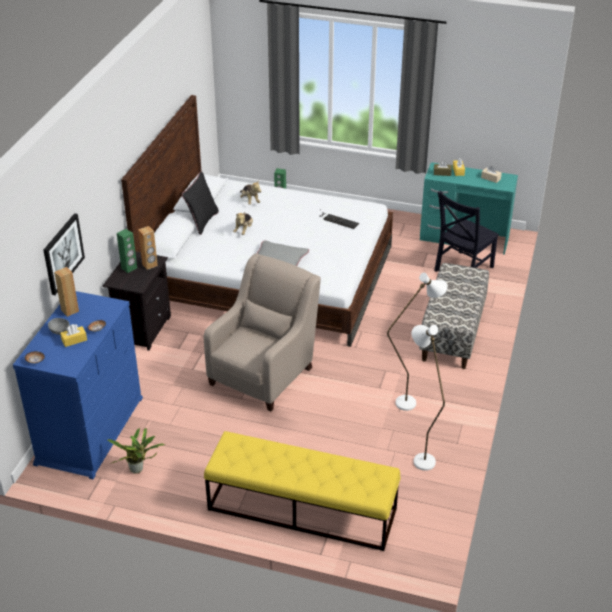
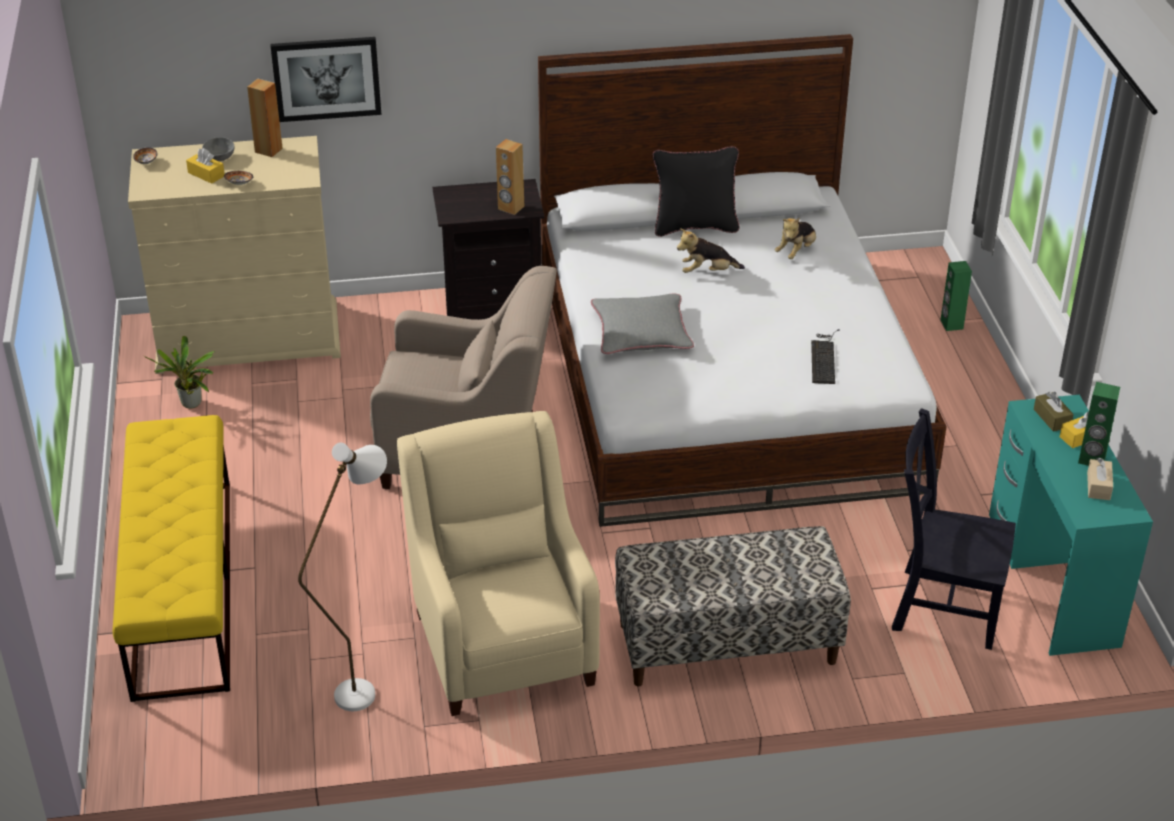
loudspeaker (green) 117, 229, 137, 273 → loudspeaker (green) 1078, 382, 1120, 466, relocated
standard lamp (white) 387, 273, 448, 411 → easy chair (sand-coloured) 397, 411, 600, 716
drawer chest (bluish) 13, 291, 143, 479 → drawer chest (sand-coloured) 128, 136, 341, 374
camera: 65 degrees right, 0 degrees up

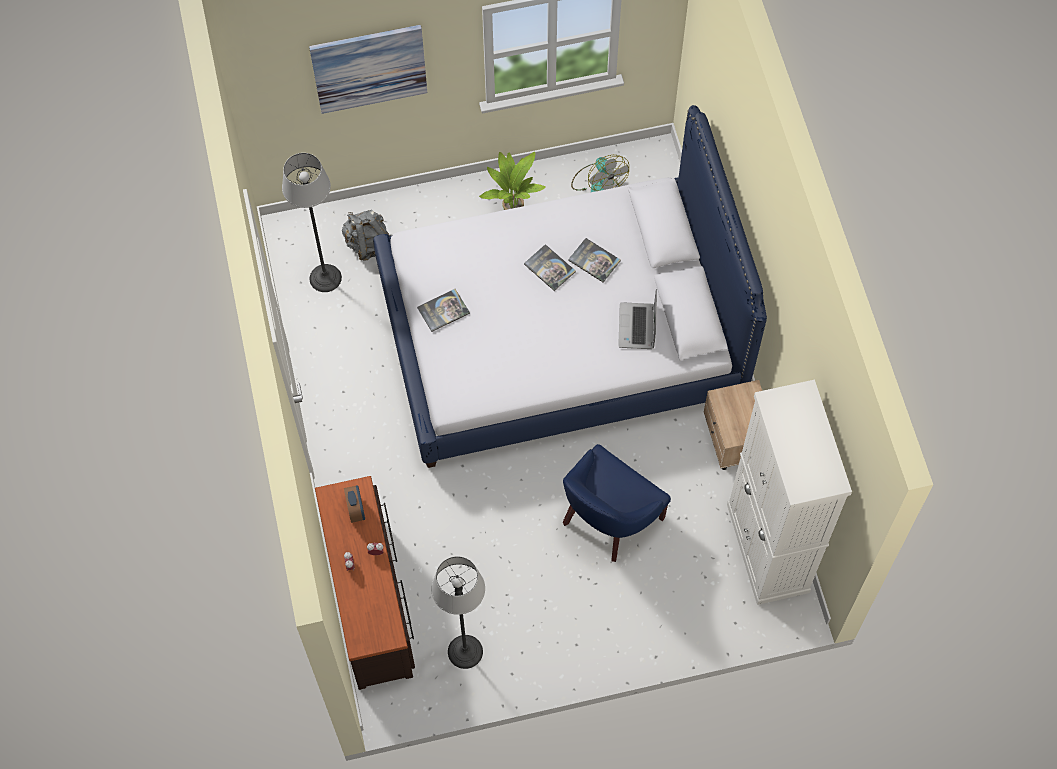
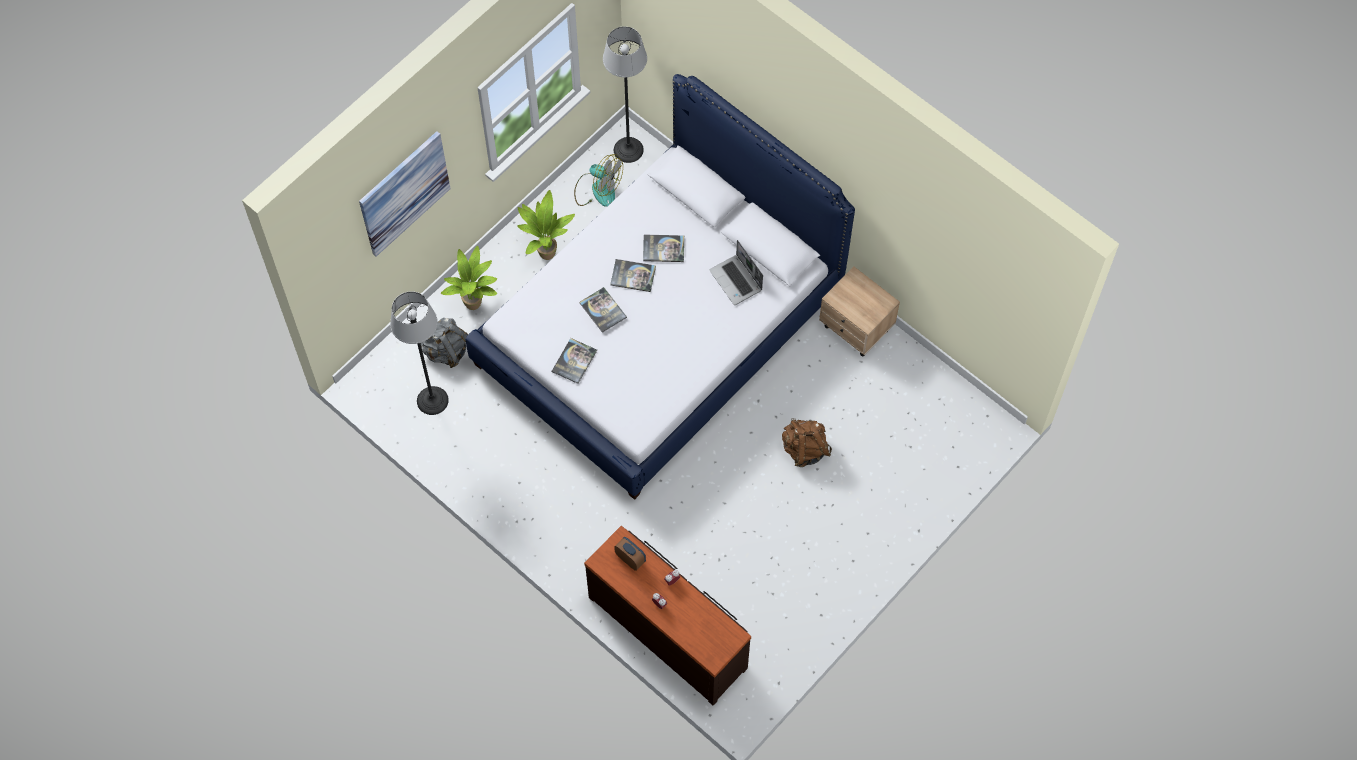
storage cabinet (white) 727, 380, 852, 605 → -
- → potted plant 441, 246, 497, 310
- → book 580, 287, 627, 333
standard lamp 431, 556, 485, 669 → standard lamp 603, 26, 647, 163, relocated
easy chair (bluish) 563, 444, 671, 562 → knapsack (brown) 782, 418, 832, 467
camera: 35 degrees left, 0 degrees up

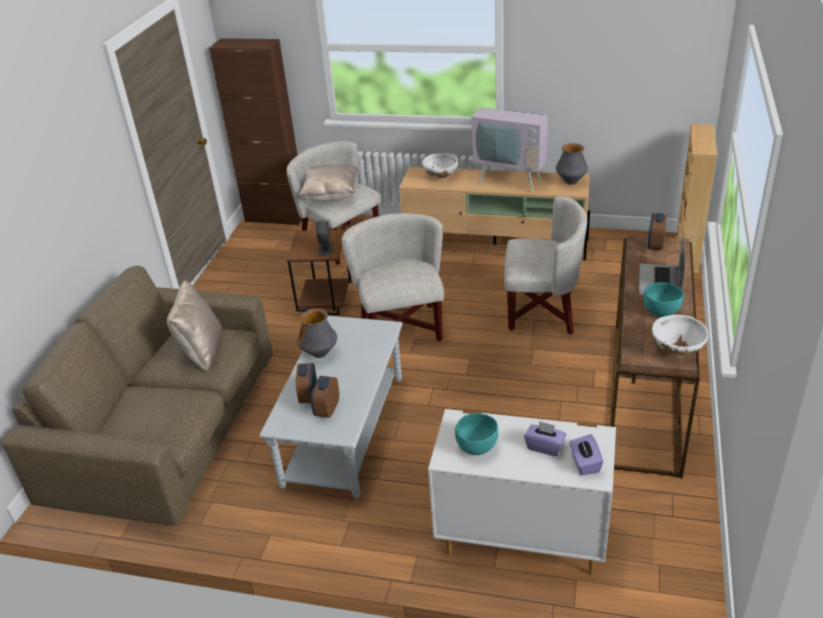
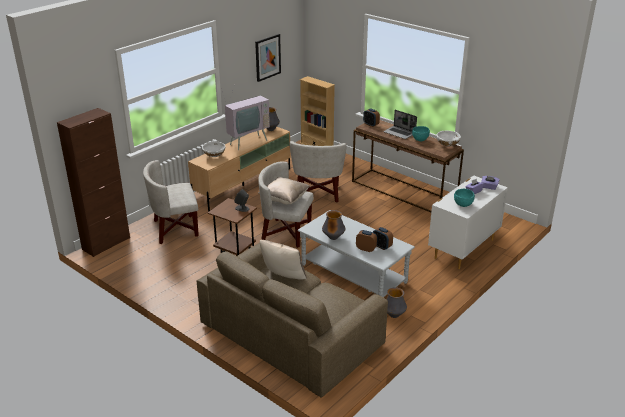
- → picture 255, 34, 281, 82
- → flower vase 386, 287, 407, 318
pillow (sand-coloured) 299, 165, 358, 201 → pillow (sand-coloured) 258, 177, 310, 205, relocated
easy chair (white) 504, 196, 587, 335 → easy chair (white) 290, 141, 347, 203, 150 degrees clockwise
camera: 65 degrees left, 5 degrees down

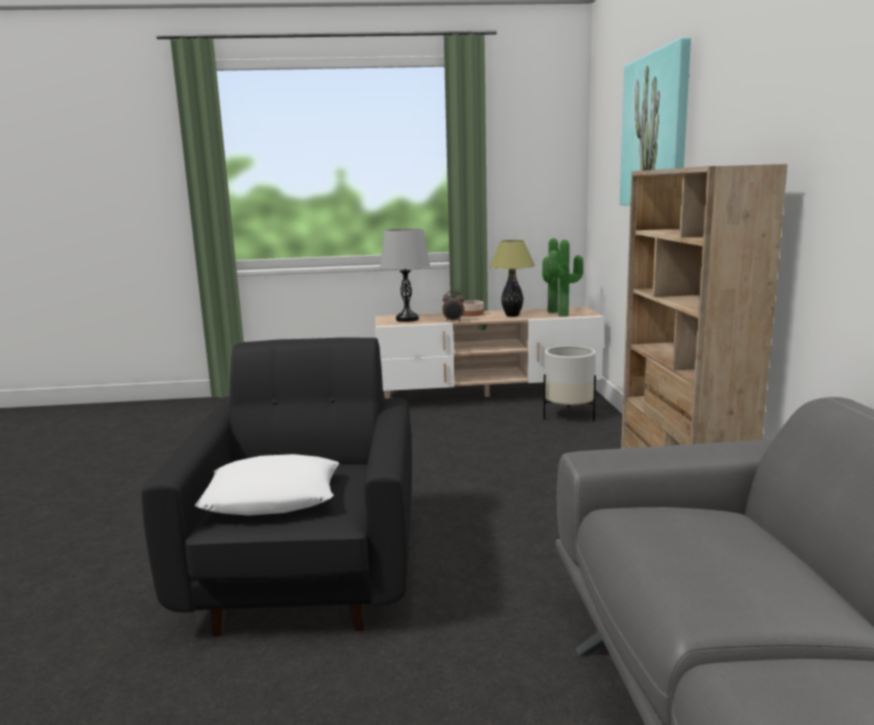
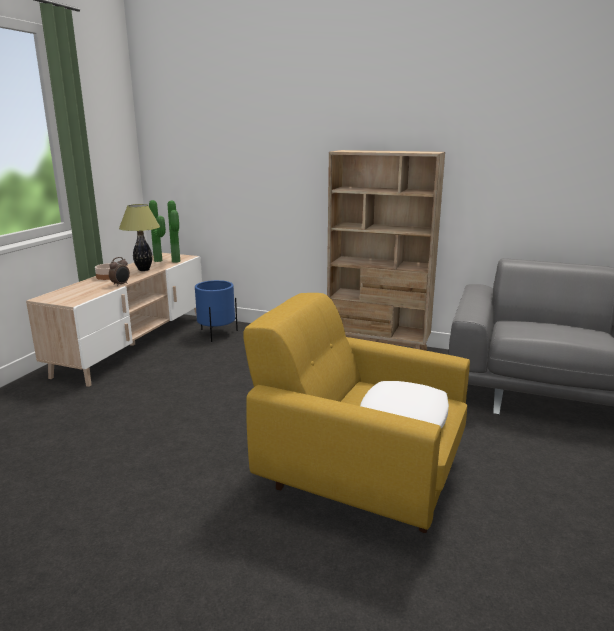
tabletop lamp (gray) 380, 228, 430, 322 → -
picture 620, 37, 691, 206 → -
easy chair (blackish) 142, 337, 412, 636 → easy chair (yellow) 243, 293, 470, 533
planter (white) 544, 346, 596, 421 → planter (bluish) 195, 280, 238, 342
camera: 65 degrees left, 5 degrees up

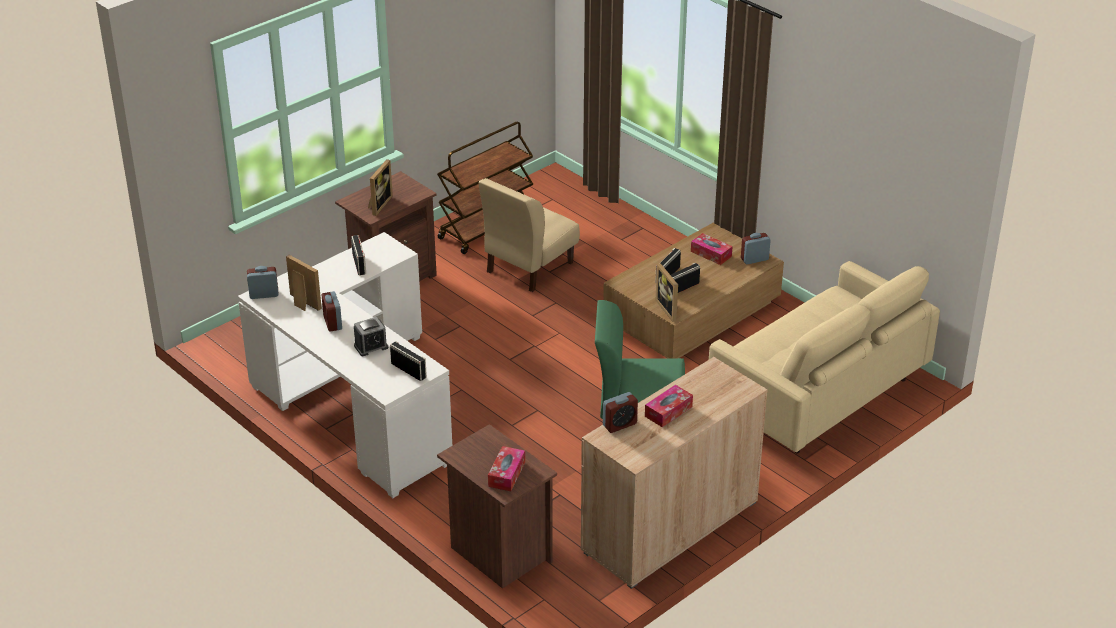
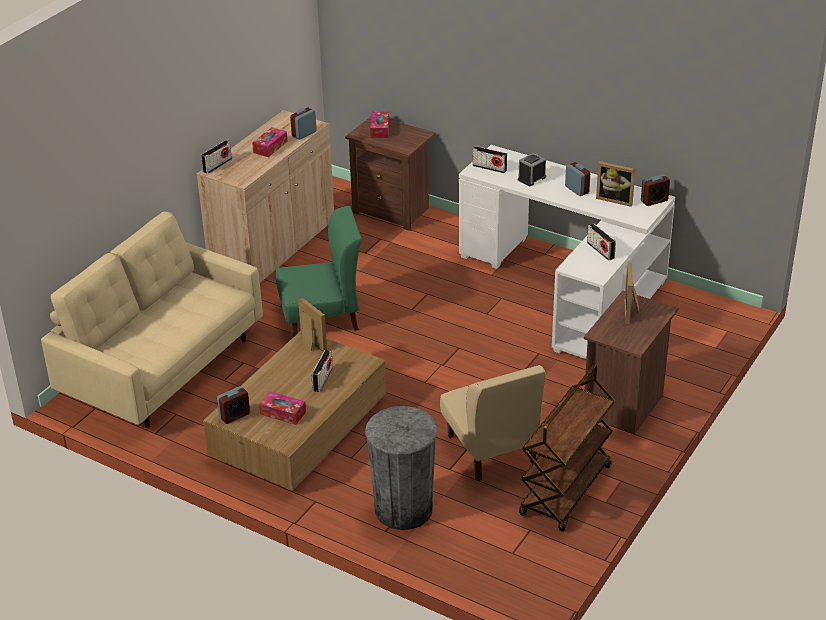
- → trash can (gray) 365, 406, 438, 530
radio 671, 263, 700, 293 → radio 201, 140, 232, 174, relocated
plain chair (sand-coloured) 479, 178, 580, 292 → plain chair (sand-coloured) 440, 365, 546, 481, 135 degrees clockwise
camera: 165 degrees right, 0 degrees up

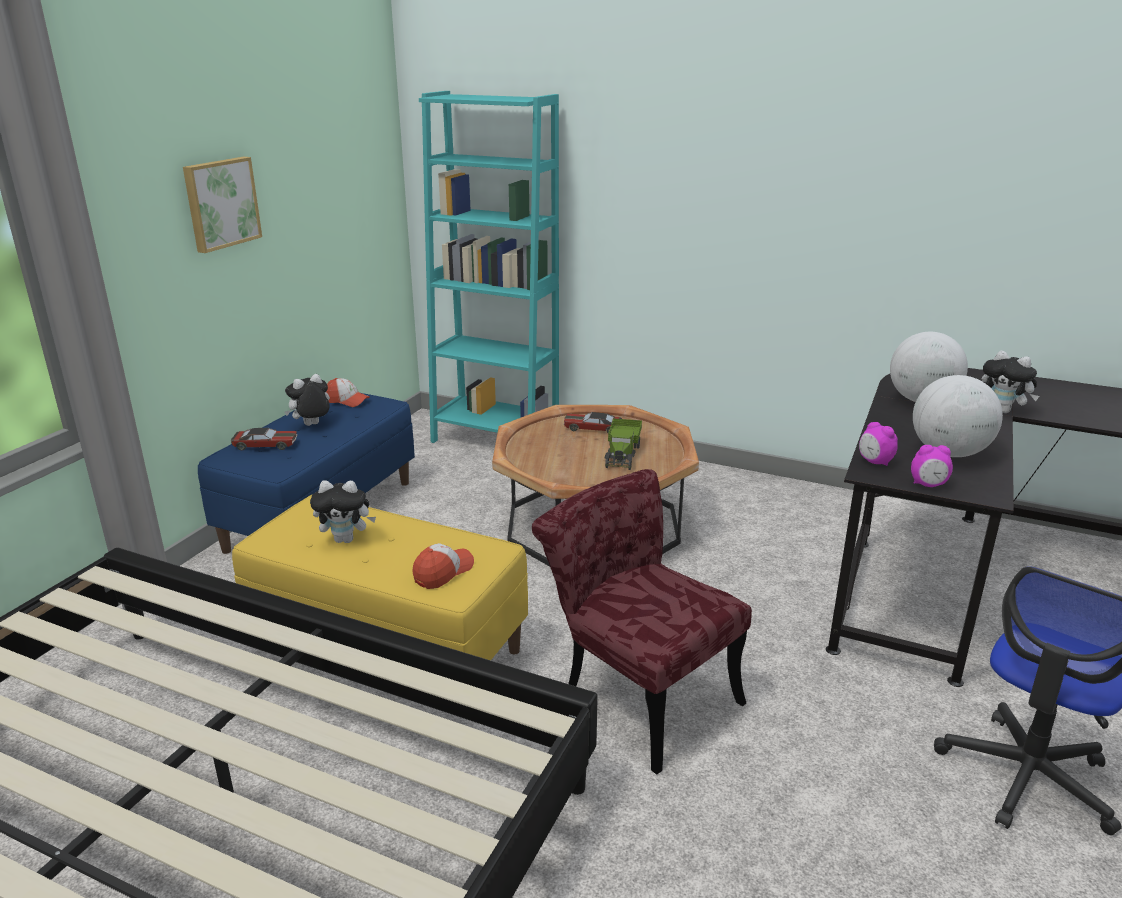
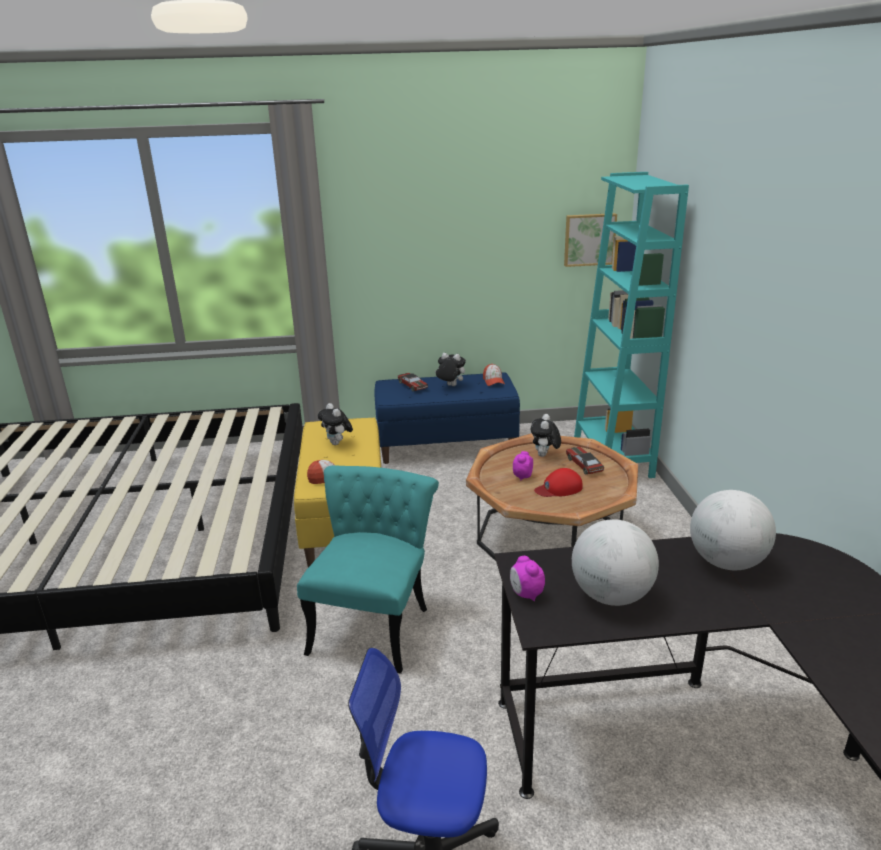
picture 183, 157, 262, 253 → picture 564, 213, 617, 267, relocated
alarm clock 859, 422, 898, 466 → alarm clock 513, 451, 533, 480, relocated
plush toy 981, 351, 1039, 413 → plush toy 531, 414, 561, 457, relocated
toy truck 605, 418, 642, 470 → cap (reddish) 534, 468, 583, 497
plain chair (reddish) 532, 469, 752, 774 → plain chair (turquoise-coloured) 297, 466, 439, 674
camera: 60 degrees right, 0 degrees up

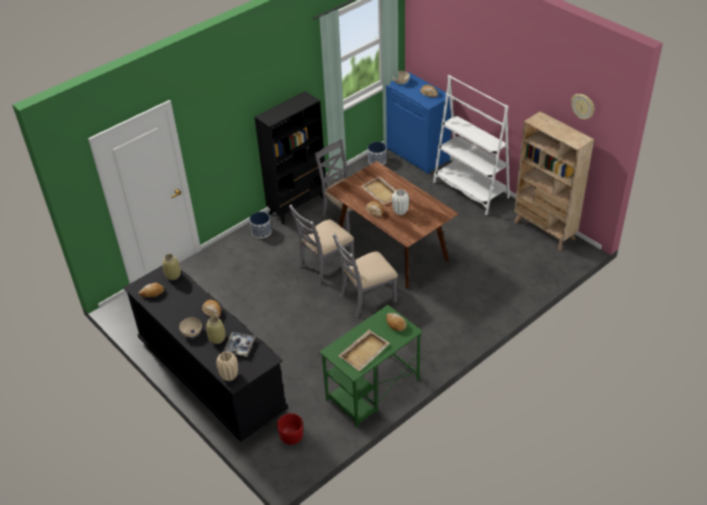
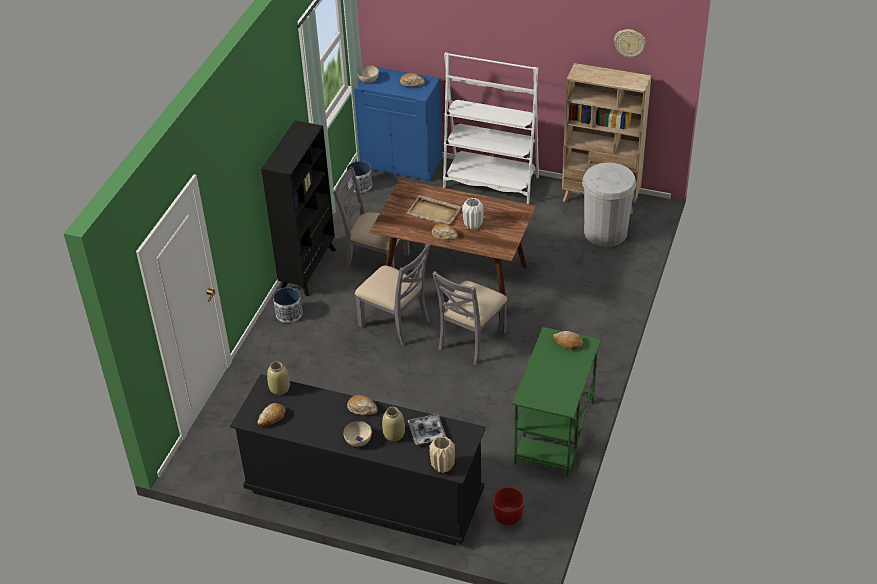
carrying tray (sand-coloured) 339, 330, 390, 371 → -
- → trash can (white) 582, 162, 637, 247
plain chair (gray) 289, 205, 355, 284 → plain chair (gray) 355, 243, 430, 346, 75 degrees counterclockwise
camera: 30 degrees left, 0 degrees up

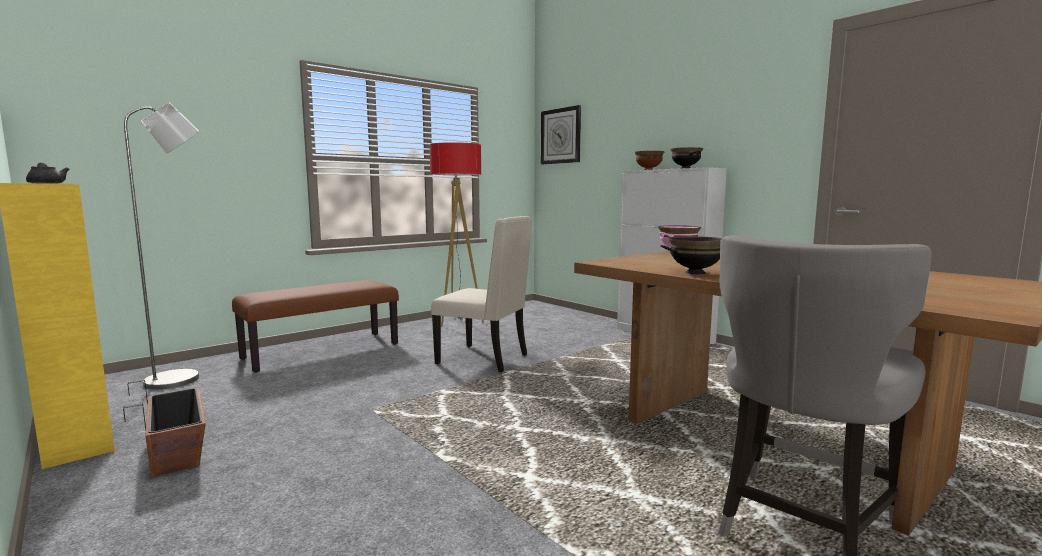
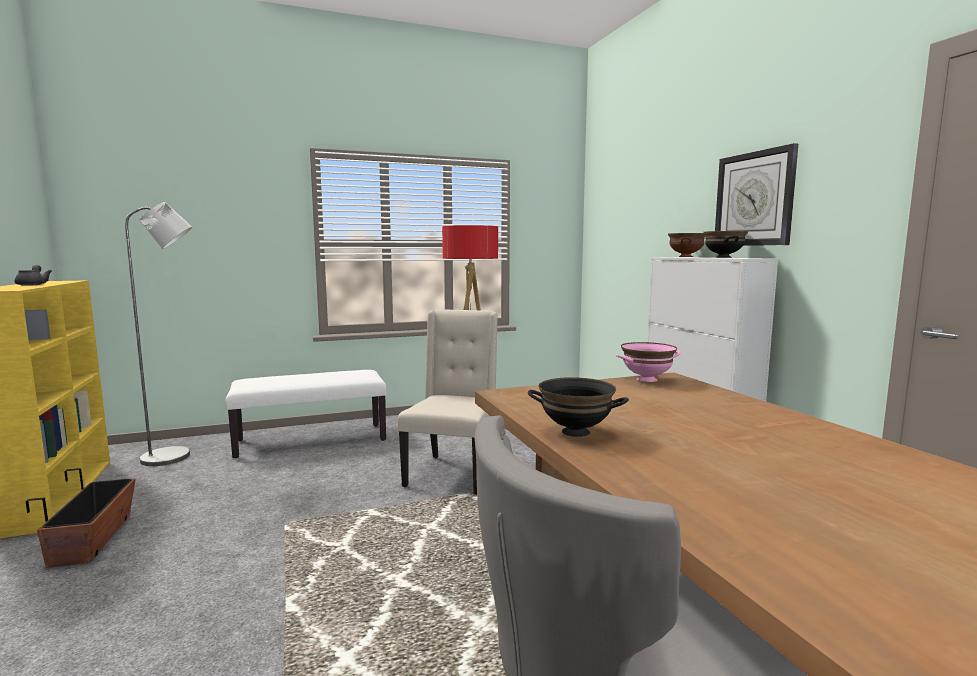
hanging clock 541, 105, 581, 164 → hanging clock 715, 143, 798, 246, relocated
indoor bench (brown) 232, 280, 399, 372 → indoor bench (white) 226, 370, 387, 458
plain chair (sand-coloured) 431, 216, 532, 373 → plain chair (sand-coloured) 398, 309, 498, 494, 120 degrees counterclockwise
camera: 20 degrees right, 0 degrees up

